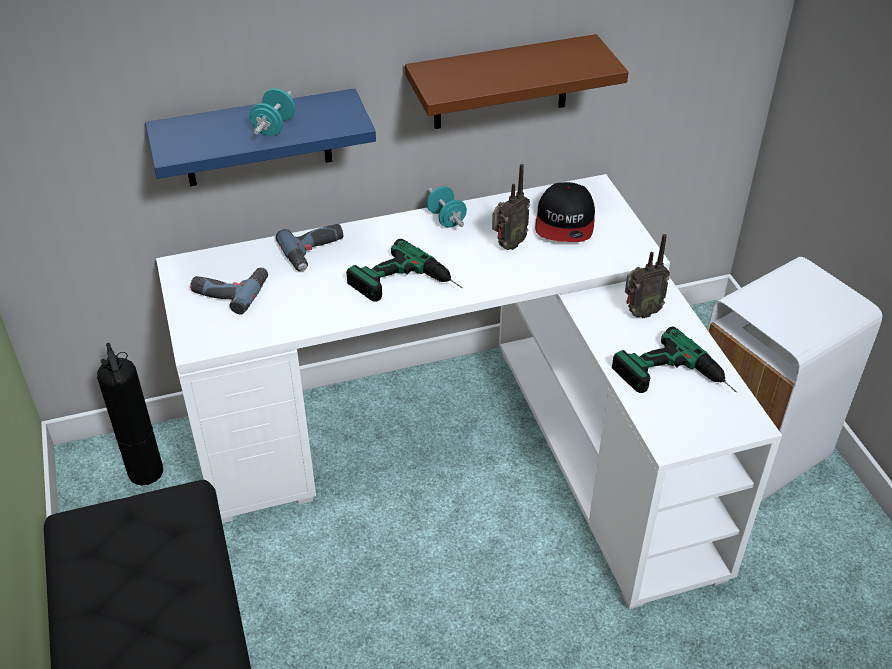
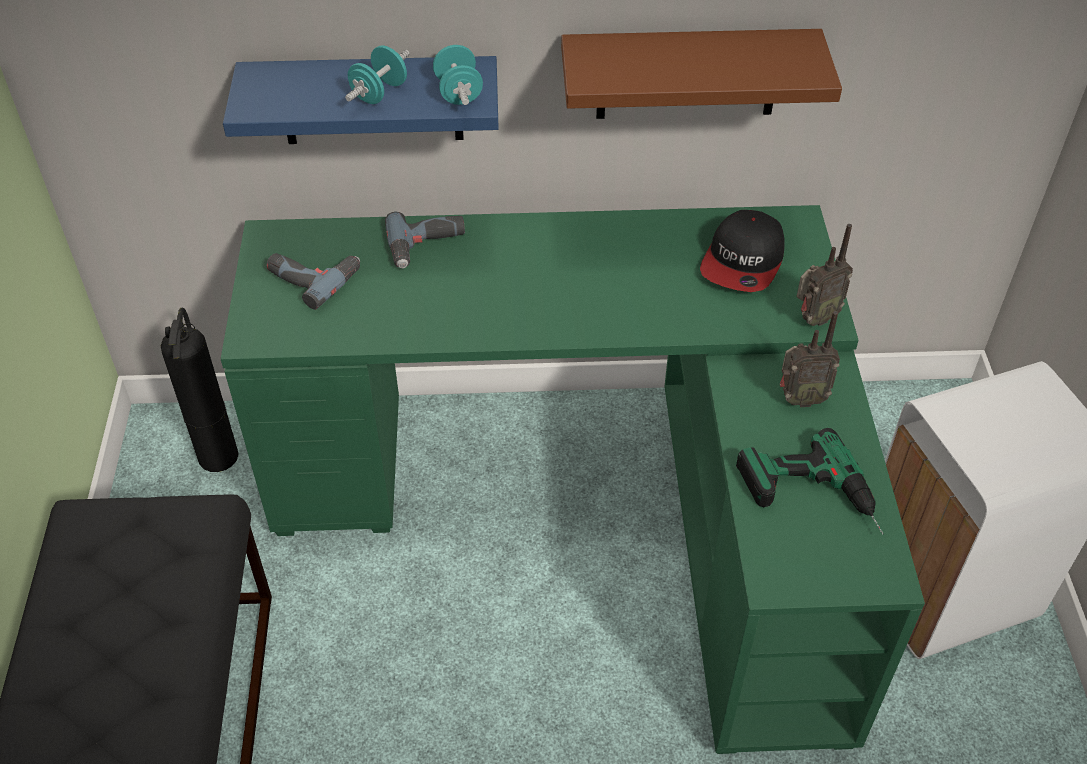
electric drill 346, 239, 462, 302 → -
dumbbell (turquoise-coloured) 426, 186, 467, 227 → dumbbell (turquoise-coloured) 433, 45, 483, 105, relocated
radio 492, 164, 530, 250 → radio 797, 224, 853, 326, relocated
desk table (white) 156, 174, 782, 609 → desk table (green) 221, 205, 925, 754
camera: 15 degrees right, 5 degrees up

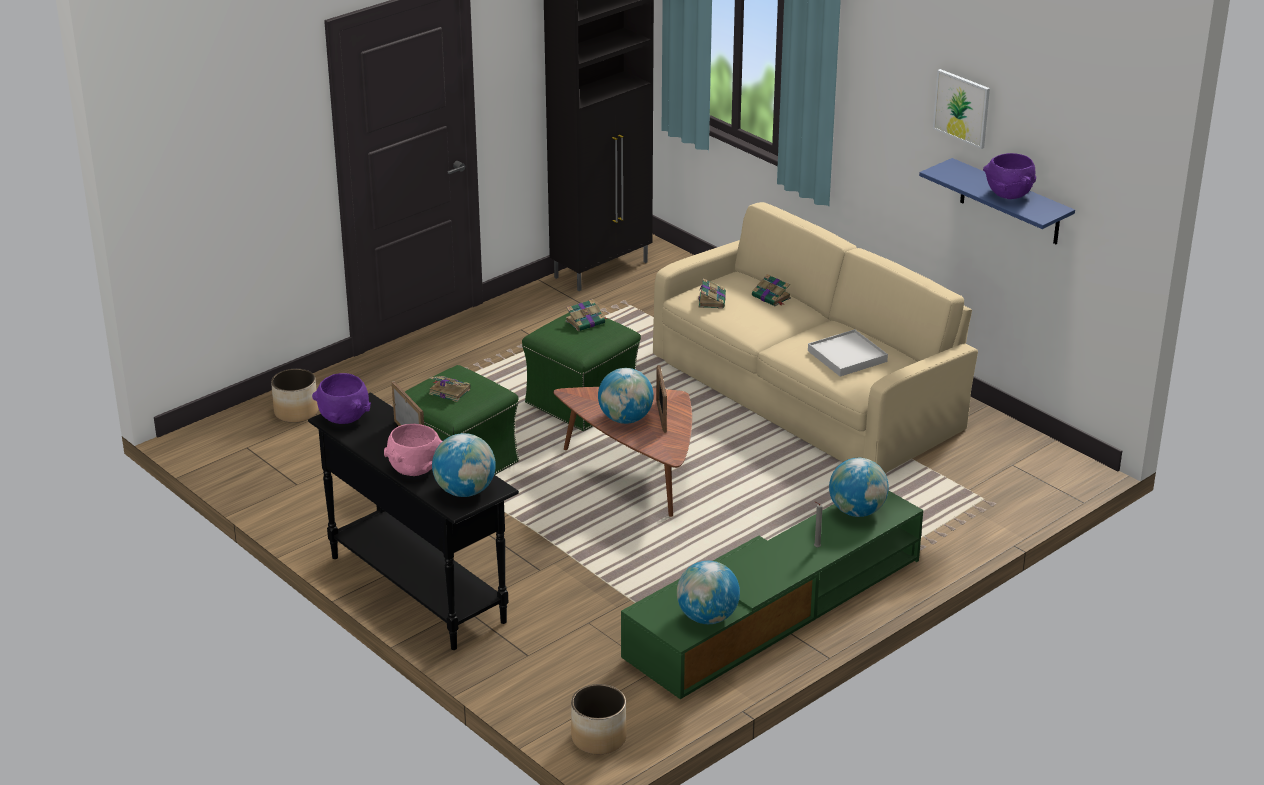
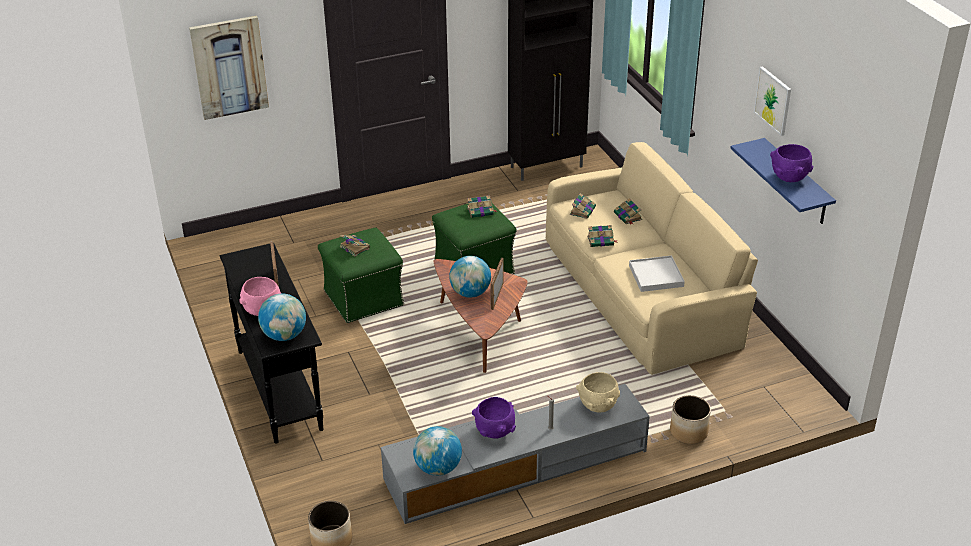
- → picture 189, 16, 269, 120
- → book 587, 225, 618, 247
planter 271, 369, 318, 423 → planter 670, 395, 711, 444, relocated
serving bowl (purplish) 312, 373, 371, 424 → serving bowl (purplish) 472, 397, 516, 439, relocated
world globe 829, 458, 889, 517 → serving bowl (sand-coloured) 576, 372, 620, 412
tv unit (green) 621, 490, 923, 699 → tv unit (gray) 381, 384, 650, 524
camera: 20 degrees right, 5 degrees up

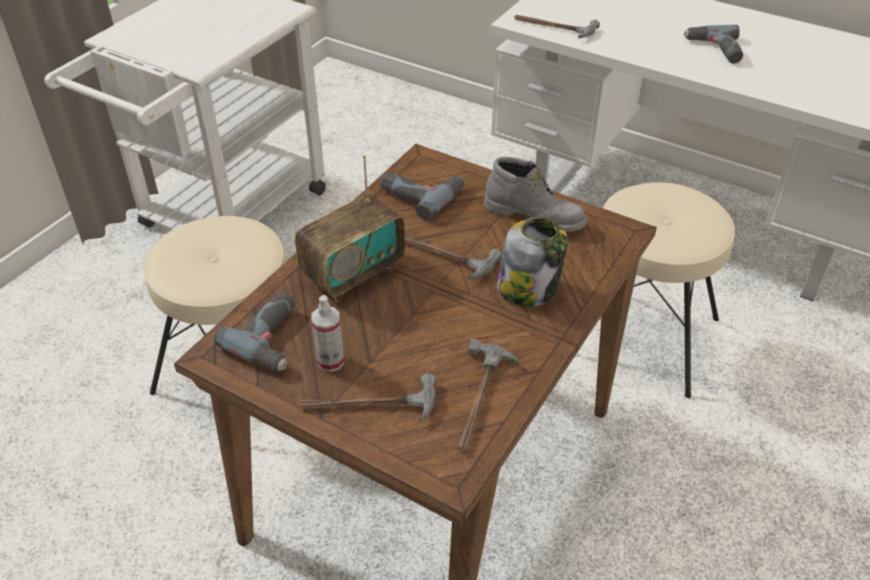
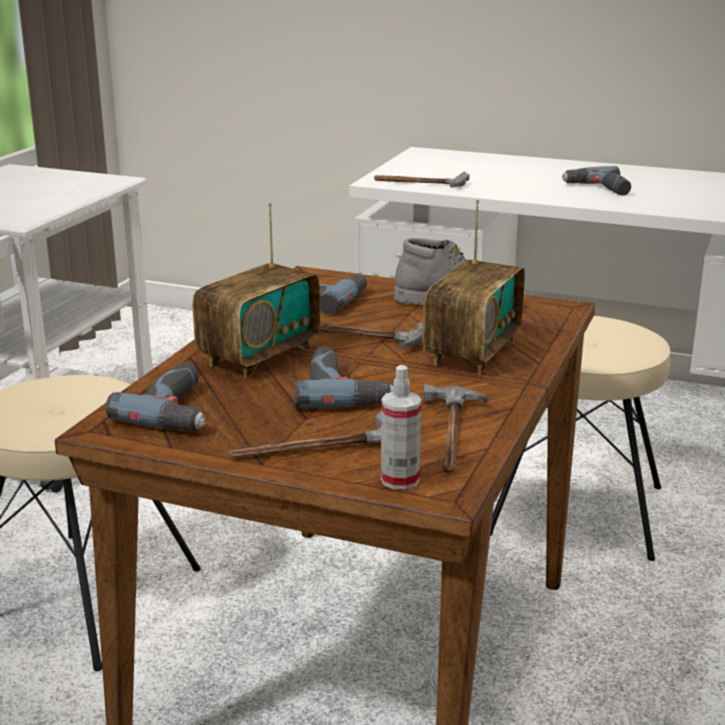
- → electric drill 295, 346, 393, 408
hand sprayer 311, 295, 344, 372 → hand sprayer 381, 365, 421, 490, relocated
jar 497, 217, 568, 306 → radio 422, 199, 525, 375
camera: 10 degrees left, 20 degrees down

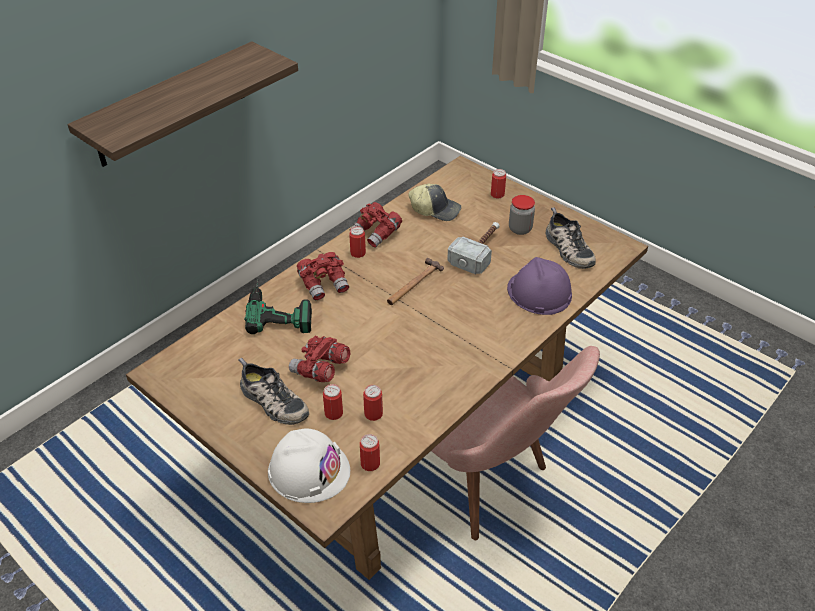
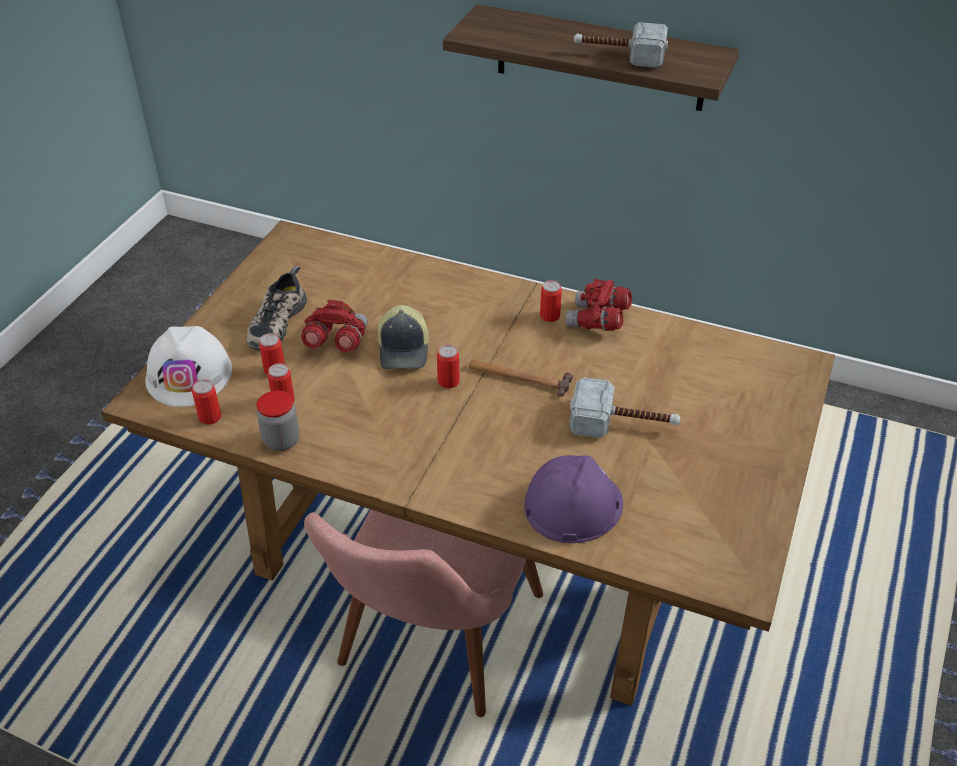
electric drill 244, 279, 312, 334 → -
binoculars (reddish) 297, 252, 349, 300 → -
low shoe 546, 207, 596, 269 → -
- → hand hammer 574, 22, 668, 67
cap 409, 184, 462, 221 → cap 378, 305, 429, 370, relocated
metal can 491, 169, 506, 199 → metal can 437, 344, 460, 388, relocated
jar 509, 195, 535, 235 → jar 256, 391, 299, 451, relocated
camera: 70 degrees right, 0 degrees up

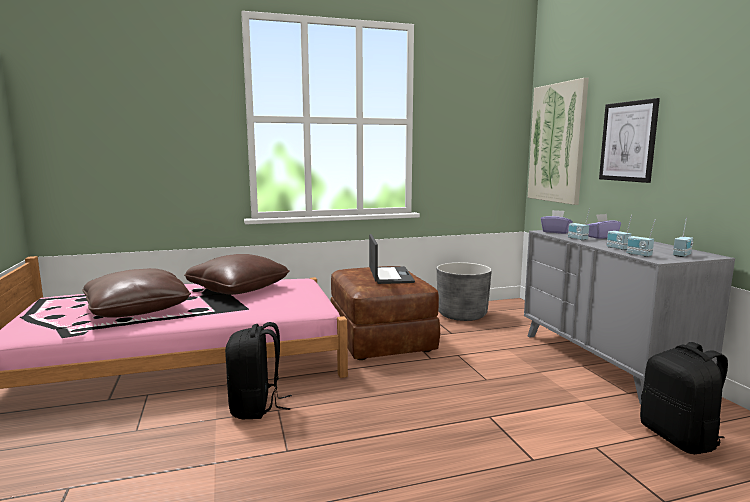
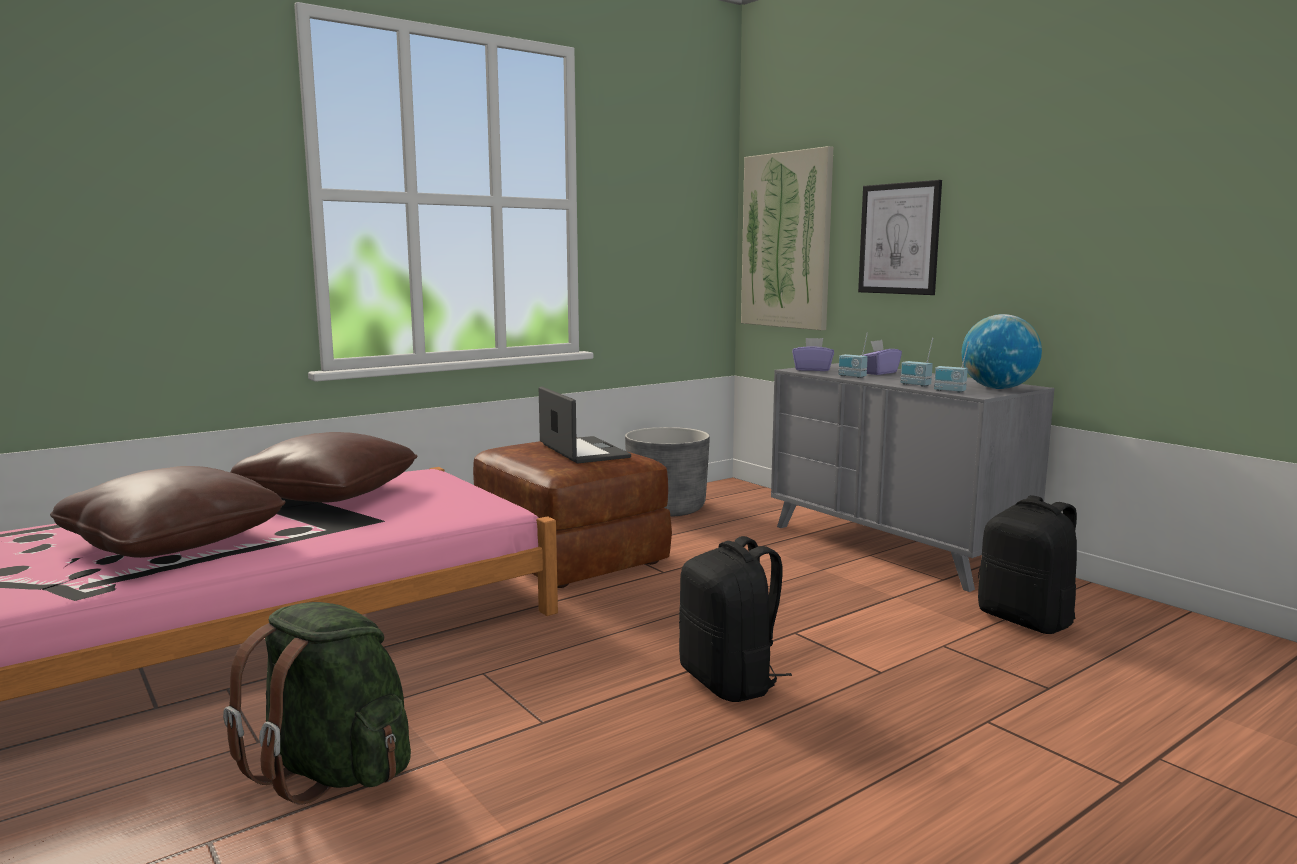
- → knapsack (green) 223, 602, 411, 805
knapsack (blackish) 225, 322, 292, 419 → knapsack (blackish) 679, 536, 792, 702, relocated
radio 673, 217, 694, 257 → world globe 962, 314, 1042, 389
camera: 20 degrees left, 0 degrees up

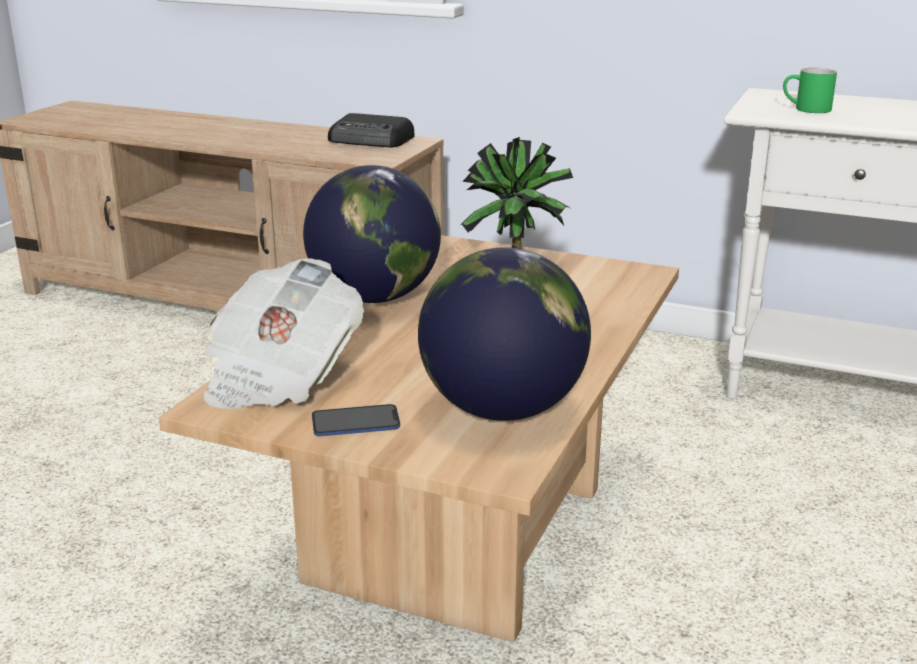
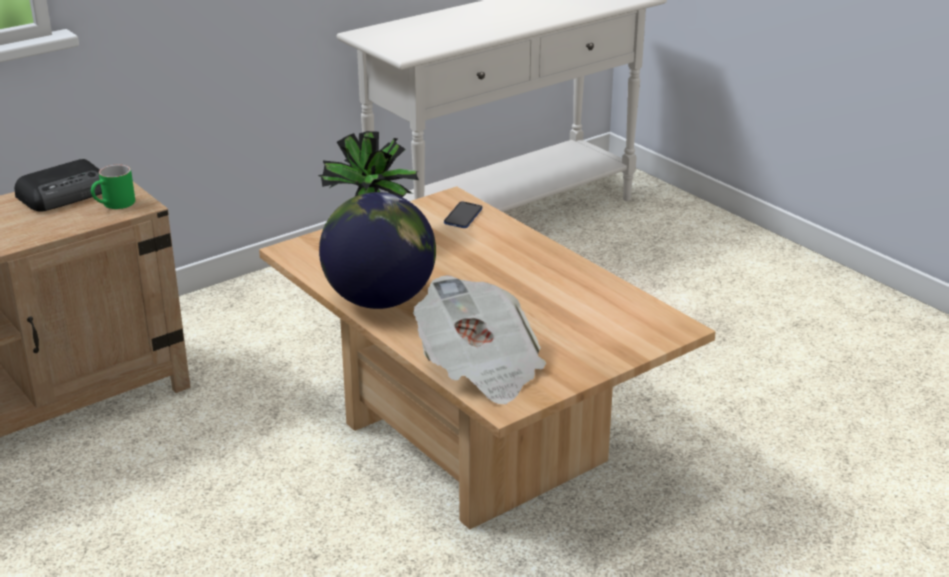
world globe 418, 247, 591, 421 → -
handset 312, 404, 400, 436 → handset 444, 201, 482, 228, relocated
mug (green) 783, 68, 837, 113 → mug (green) 91, 165, 135, 209, relocated
camera: 60 degrees left, 5 degrees up

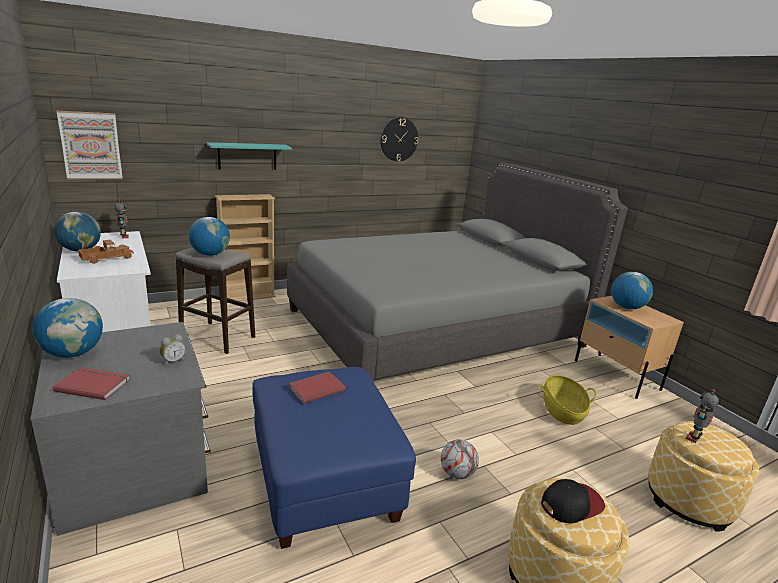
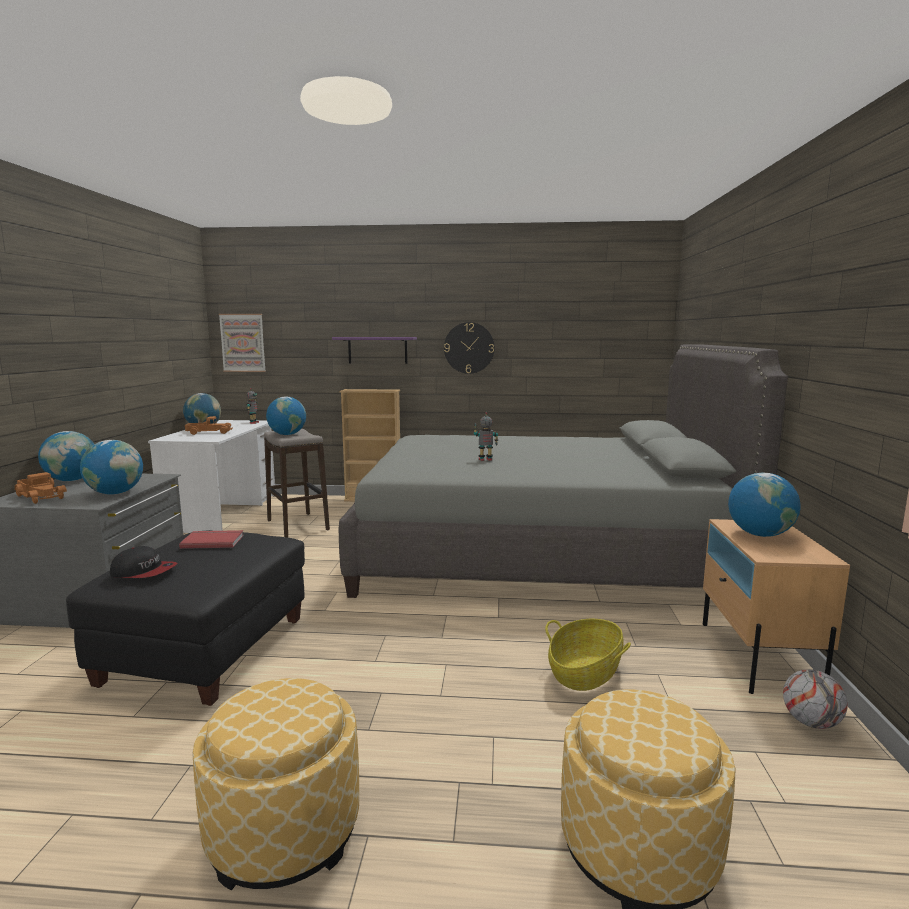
hanging clock 380, 117, 418, 161 → hanging clock 444, 322, 495, 374, relocated
ball for football 441, 439, 479, 479 → ball for football 783, 669, 848, 729, relocated
cap 541, 479, 605, 523 → cap 110, 546, 178, 578, relocated
toy robot 686, 389, 719, 443 → toy robot 473, 412, 498, 461, relocated
book (reddish) 52, 367, 130, 400 → toy truck 14, 472, 67, 504
alarm clock 160, 334, 186, 366 → world globe 80, 440, 143, 495
shelf (turquoise-coloured) 207, 142, 292, 170 → shelf (purplish) 332, 337, 417, 364
pouffe (bluish) 252, 367, 416, 549 → pouffe (blackish) 66, 530, 305, 706
camera: 35 degrees right, 10 degrees down

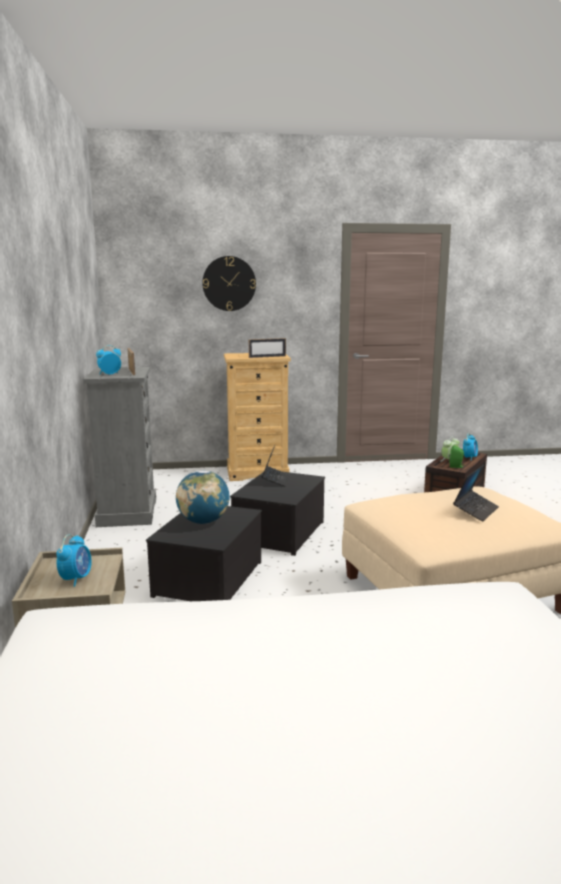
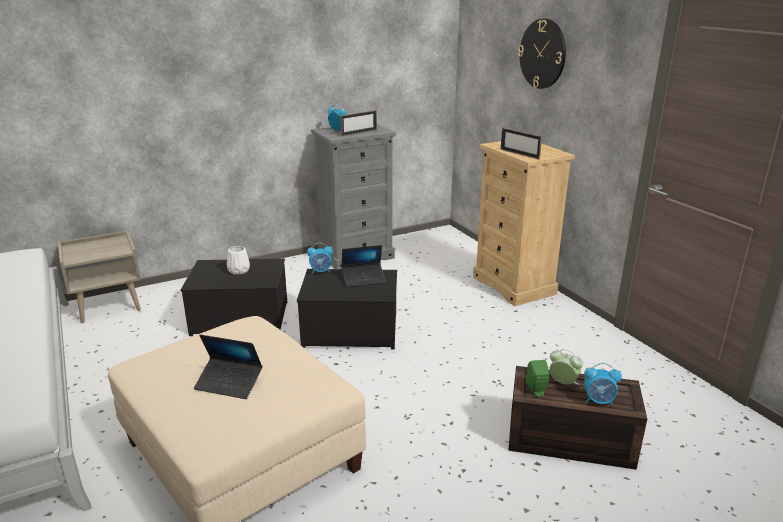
alarm clock 56, 535, 92, 587 → alarm clock 307, 243, 333, 274, relocated
world globe 176, 470, 230, 524 → flower vase (white) 227, 246, 250, 275
camera: 70 degrees right, 10 degrees up

